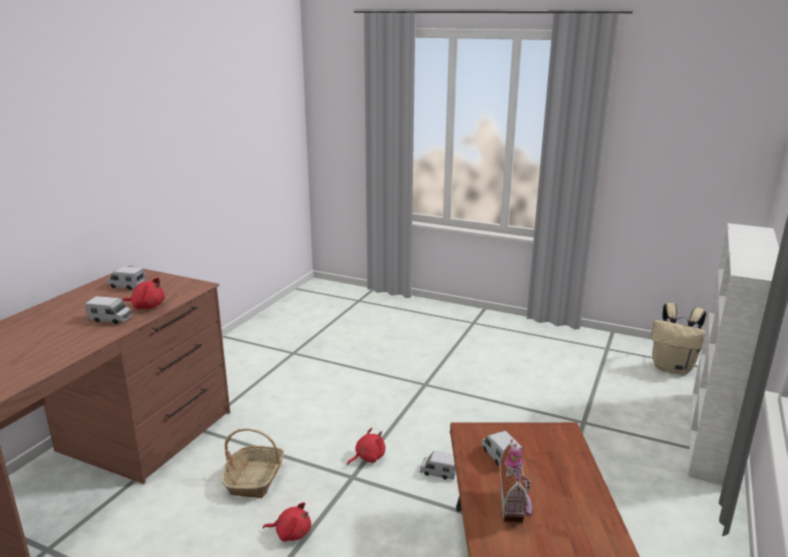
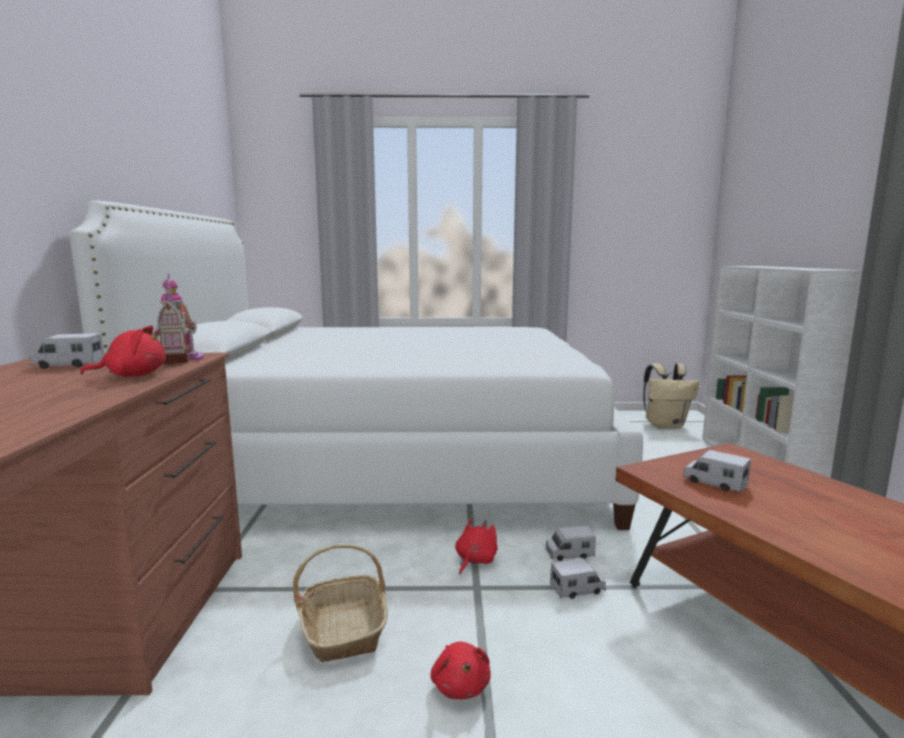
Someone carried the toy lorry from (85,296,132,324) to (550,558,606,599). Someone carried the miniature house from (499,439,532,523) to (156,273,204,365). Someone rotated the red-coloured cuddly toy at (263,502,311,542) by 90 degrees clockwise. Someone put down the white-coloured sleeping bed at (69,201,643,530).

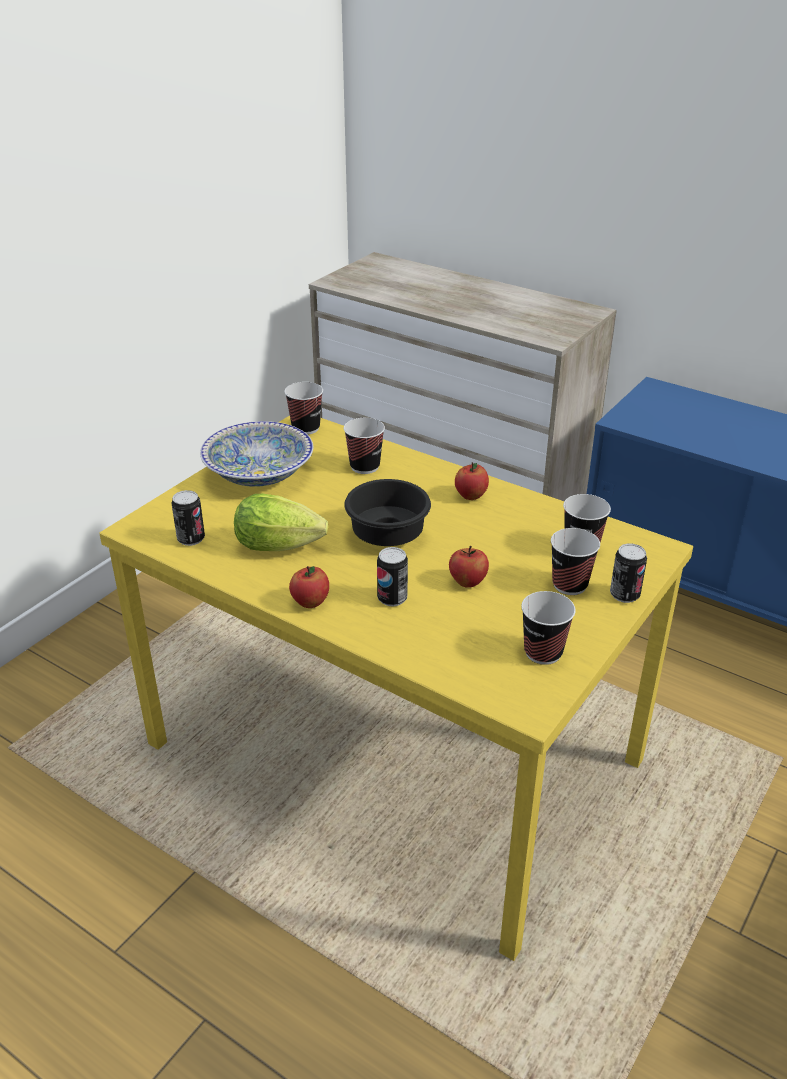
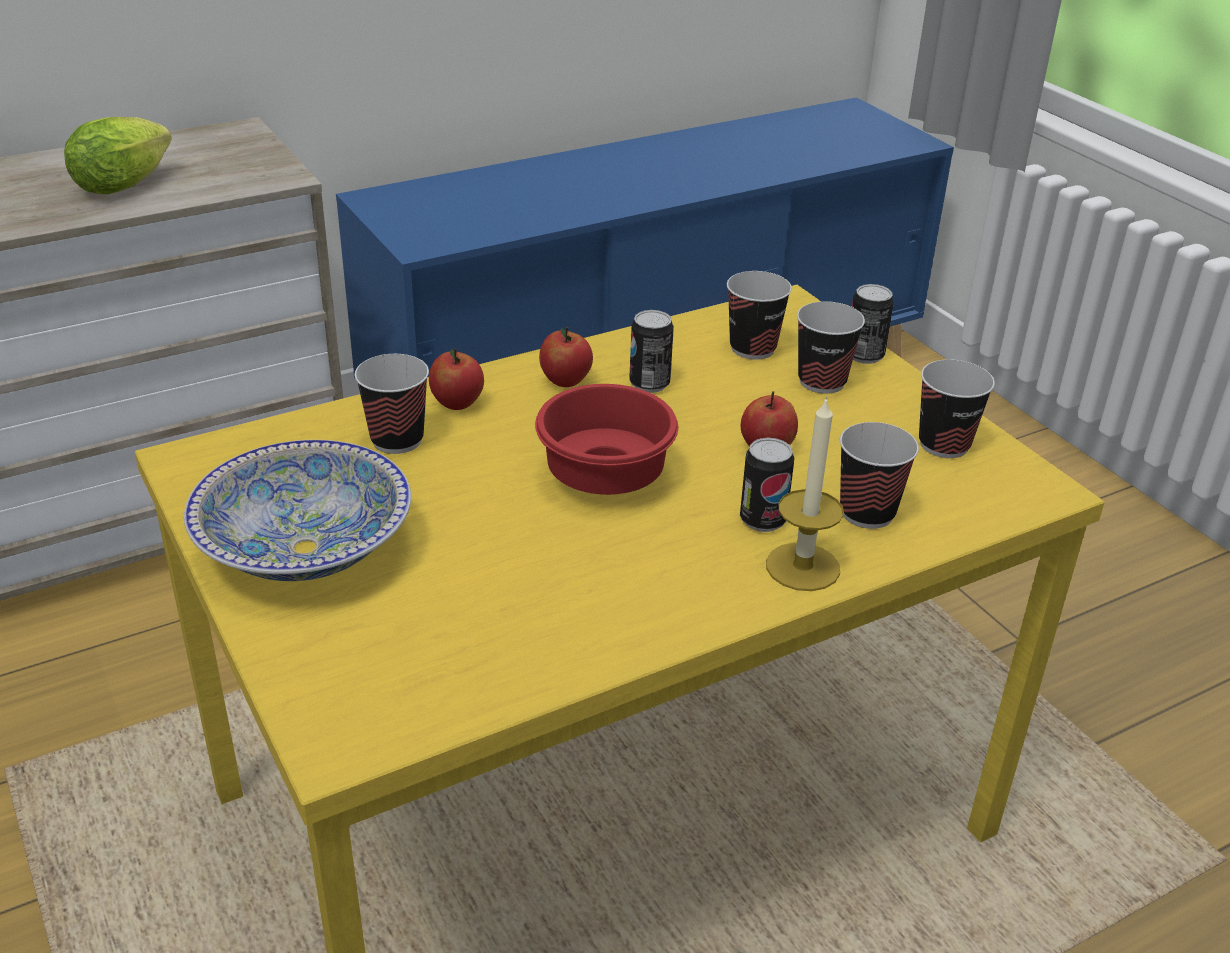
Someone carried the small cup from (284,382,323,435) to (840,422,919,529). Someone repainted the black-coloured serving bowl at (344,479,431,546), which became the red-coloured serving bowl at (535,384,678,495). Someone carried the metal can from (171,490,205,546) to (629,310,674,393). Someone carried the lettuce head from (234,494,329,551) to (64,117,172,194). Someone carried the apple fruit from (289,566,329,608) to (429,348,484,410). Someone put down the wax candle at (766,396,844,591).

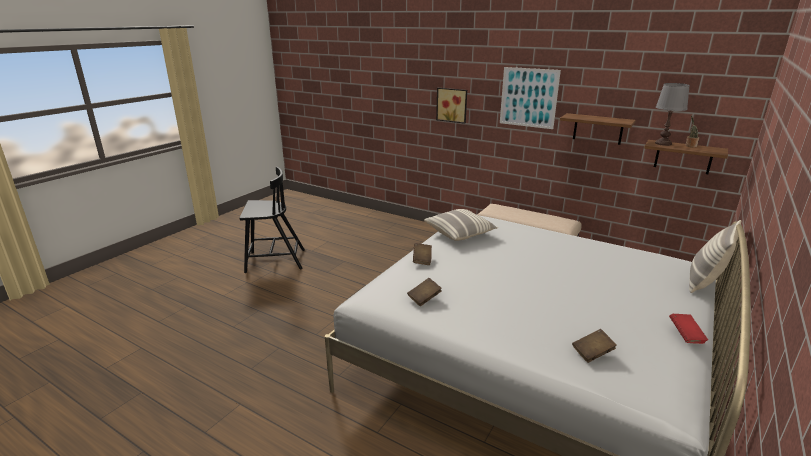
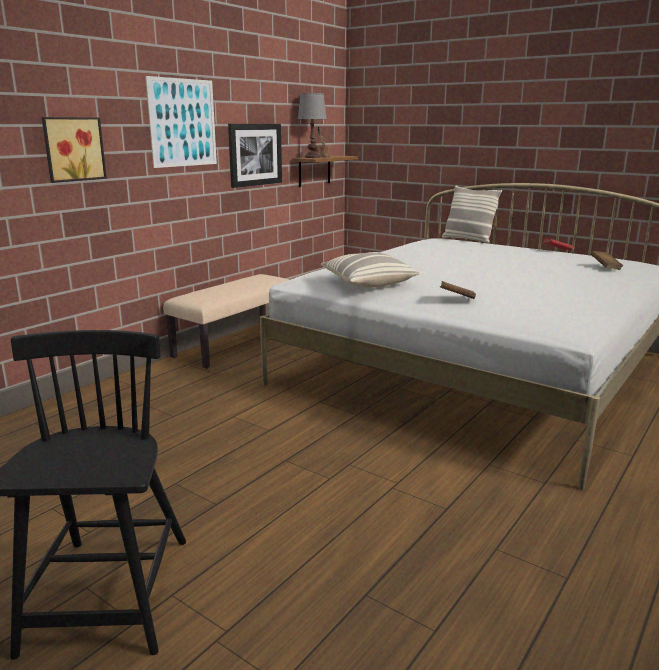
Someone swapped the wall shelf at (560,113,636,145) for the picture at (228,124,282,188). Someone took away the brown-coloured book at (407,278,441,306).

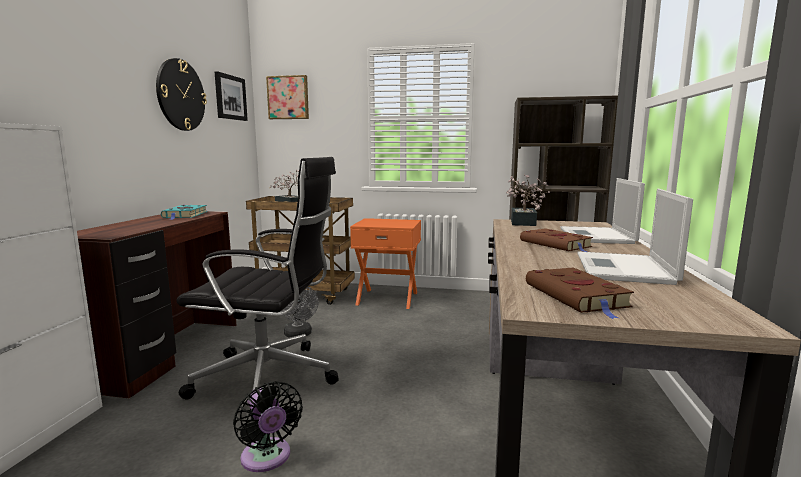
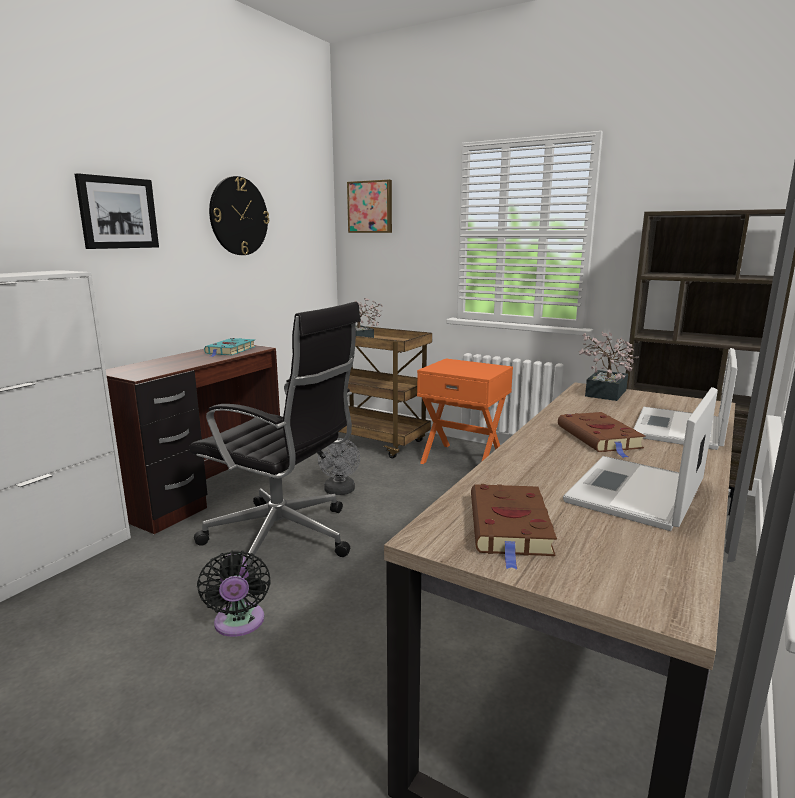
Someone carried the picture from (215,71,248,121) to (75,173,159,249).

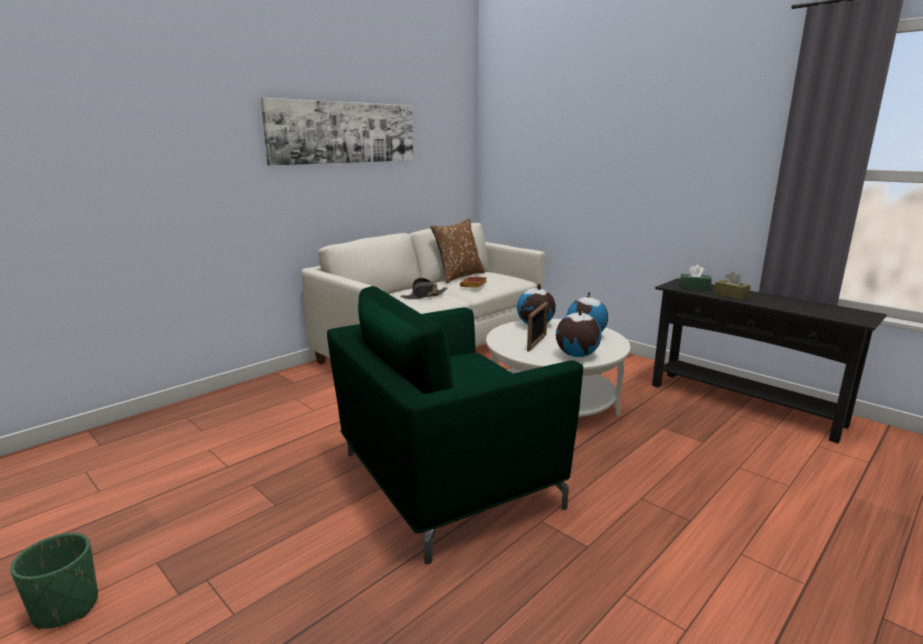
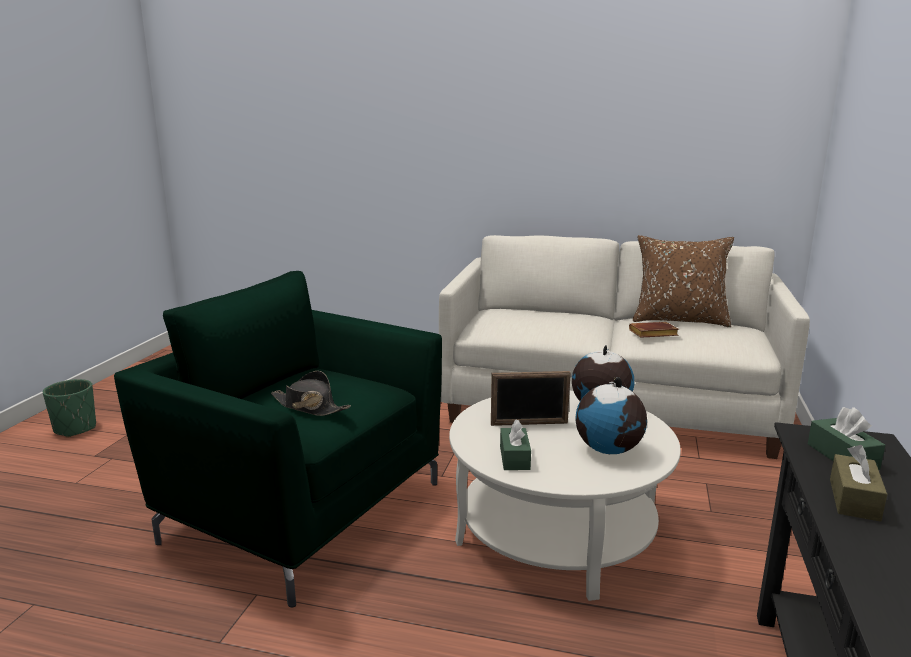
Someone took away the picture at (261,98,413,166). Someone carried the black-coloured hat from (400,278,447,299) to (271,371,351,416). Someone swapped the globe at (556,308,602,357) for the greenish tissue holder at (500,419,531,470).

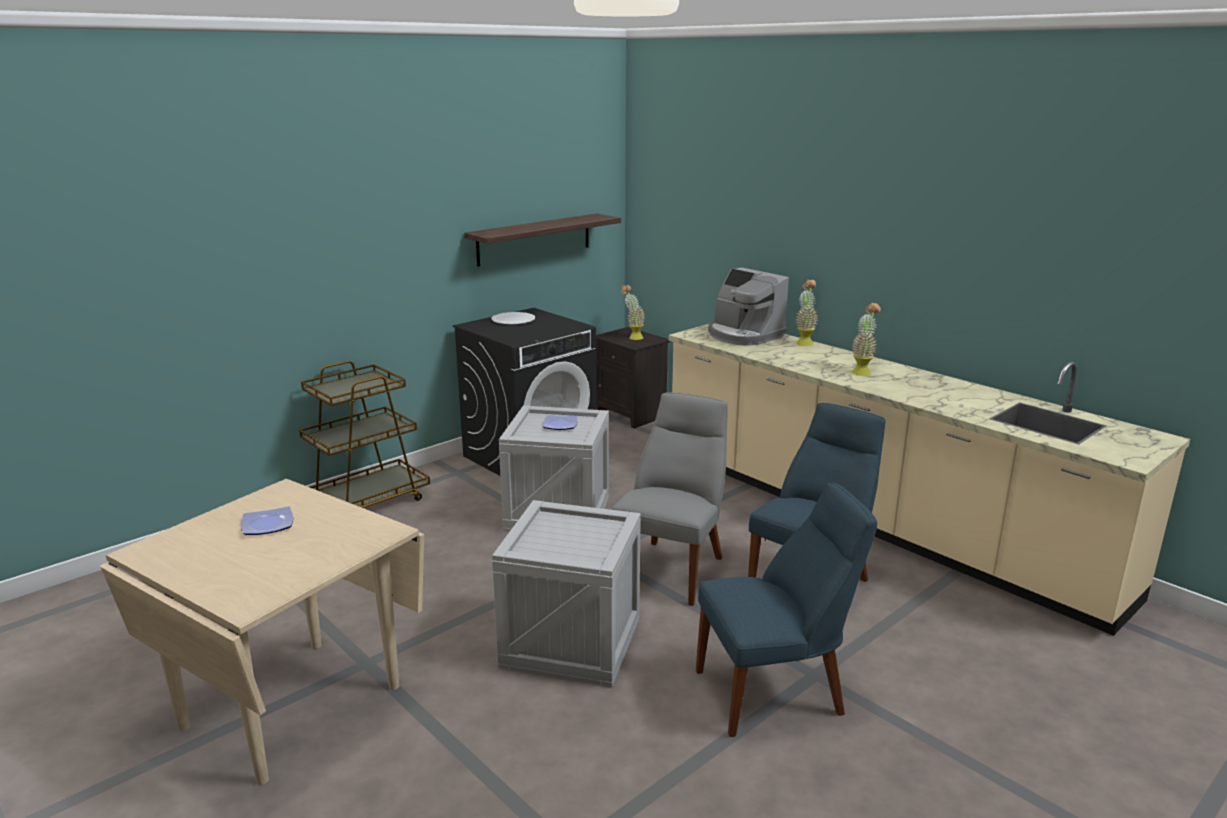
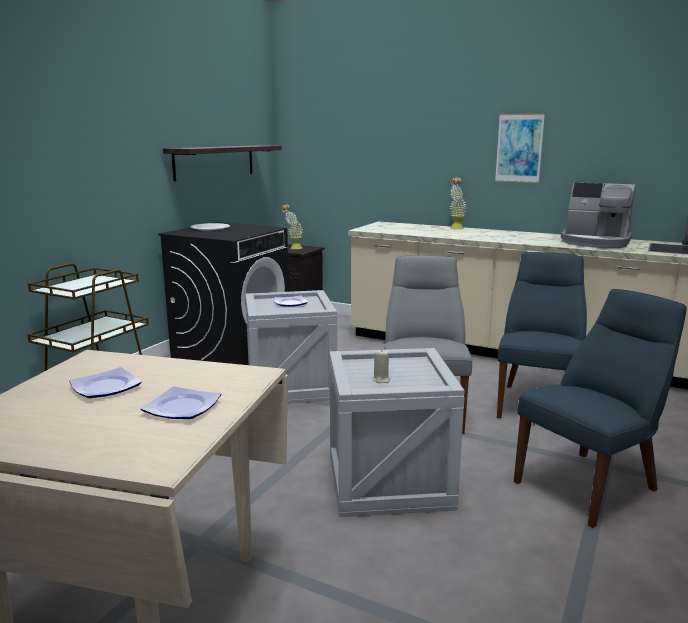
Someone carried the coffee brewer from (708,267,789,346) to (561,183,635,248). Someone took away the potted plant at (852,303,881,376). Someone put up the picture at (495,113,545,183). Someone put down the beige wax candle at (372,350,391,383). Someone put down the flat dish at (140,386,221,419).

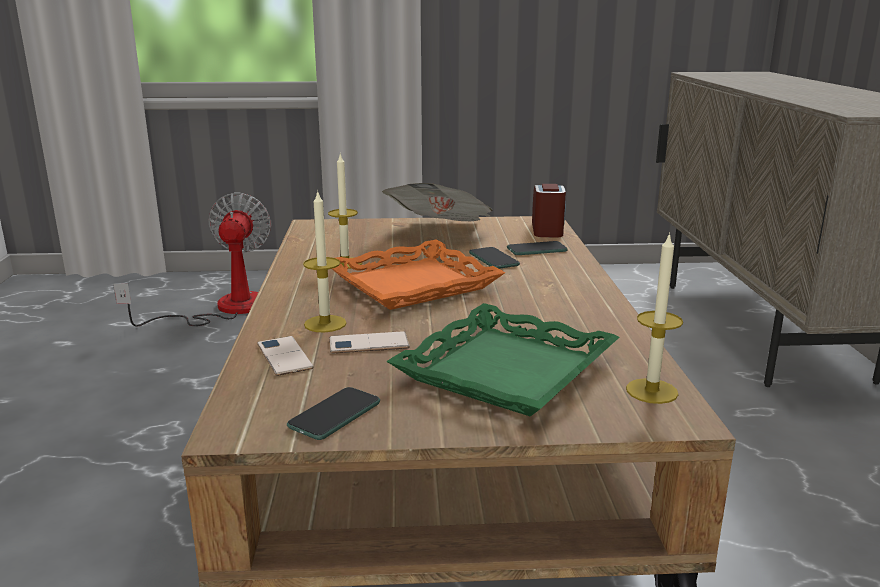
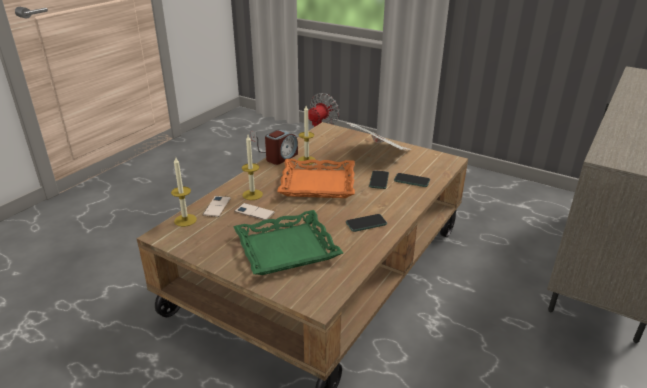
Someone carried the alarm clock from (532,184,566,238) to (265,130,298,165). Someone carried the wax candle from (626,232,683,404) to (171,156,197,227). Someone carried the phone from (287,387,380,440) to (346,214,387,232).

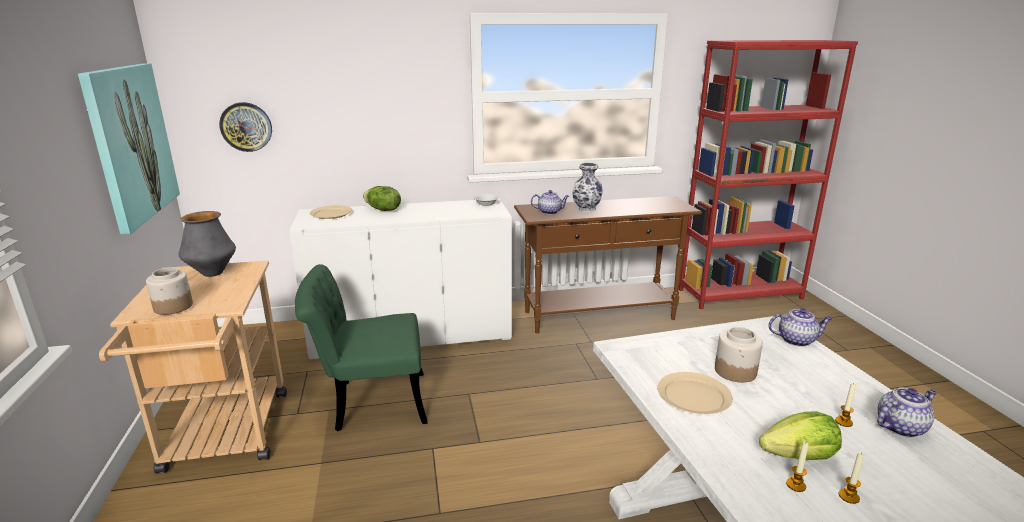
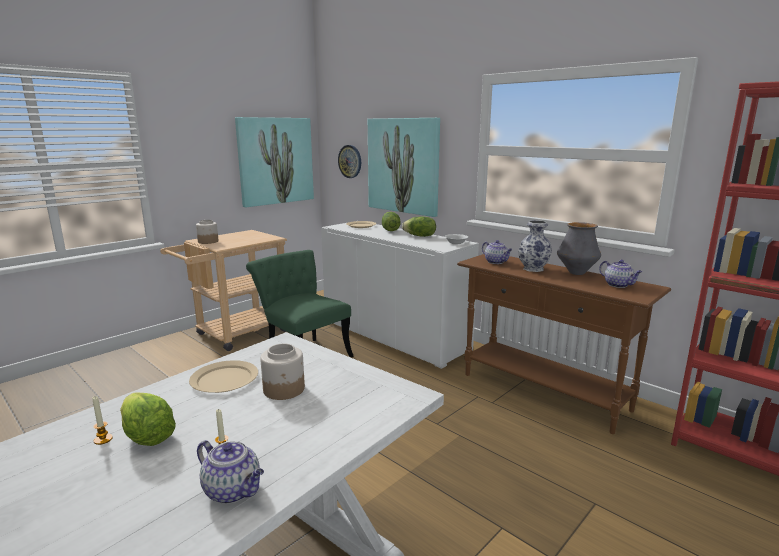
Someone carried the flower vase from (178,211,236,277) to (557,222,601,275). Someone carried the tea pot from (768,308,833,347) to (599,260,642,288). Someone took away the wax candle at (839,452,864,504). Someone put up the picture at (368,118,440,217). Someone put down the lettuce head at (402,217,436,237).

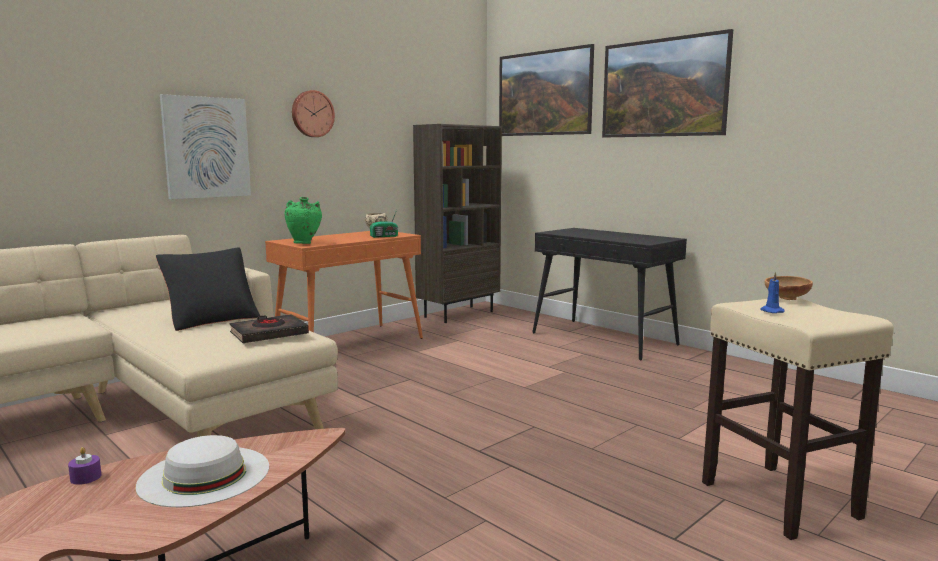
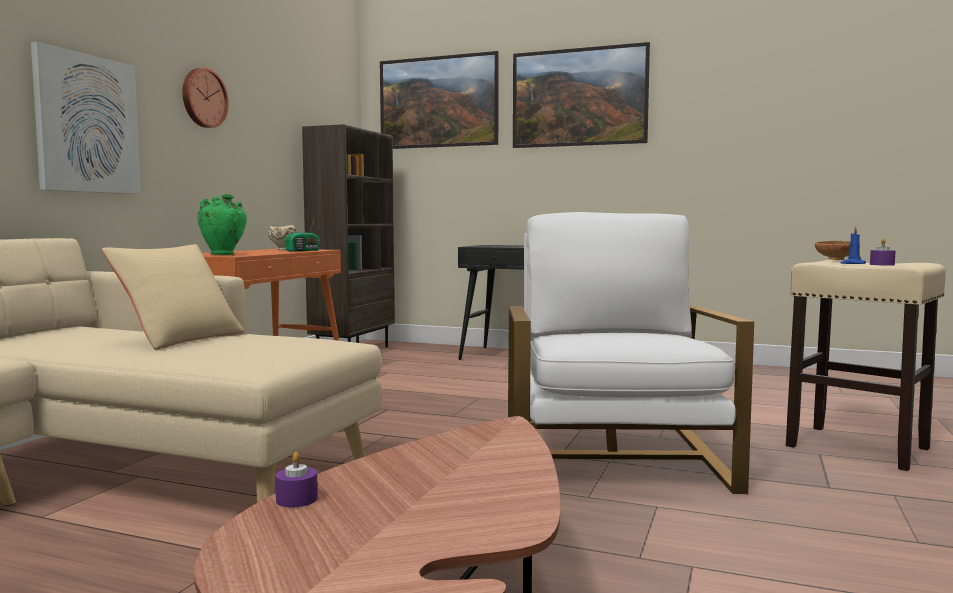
Someone repainted the black-coloured pillow at (156,247,260,331), which became the beige pillow at (102,244,245,349). Someone took away the black-coloured book at (229,314,309,343). Someone took away the white-coloured hat at (136,435,269,507). Someone put down the white-coloured armchair at (508,212,754,494). Someone put down the purplish wax candle at (870,239,896,266).

